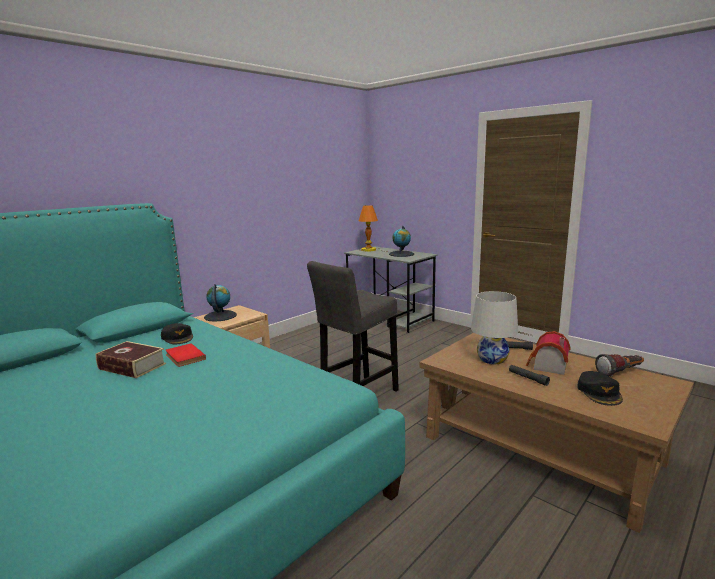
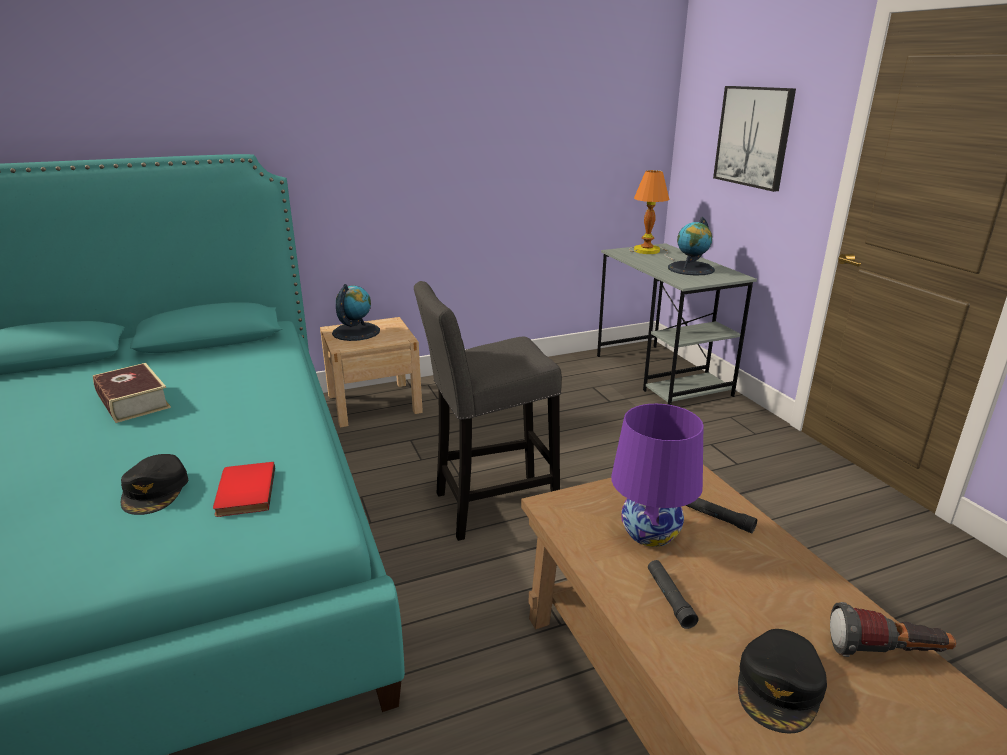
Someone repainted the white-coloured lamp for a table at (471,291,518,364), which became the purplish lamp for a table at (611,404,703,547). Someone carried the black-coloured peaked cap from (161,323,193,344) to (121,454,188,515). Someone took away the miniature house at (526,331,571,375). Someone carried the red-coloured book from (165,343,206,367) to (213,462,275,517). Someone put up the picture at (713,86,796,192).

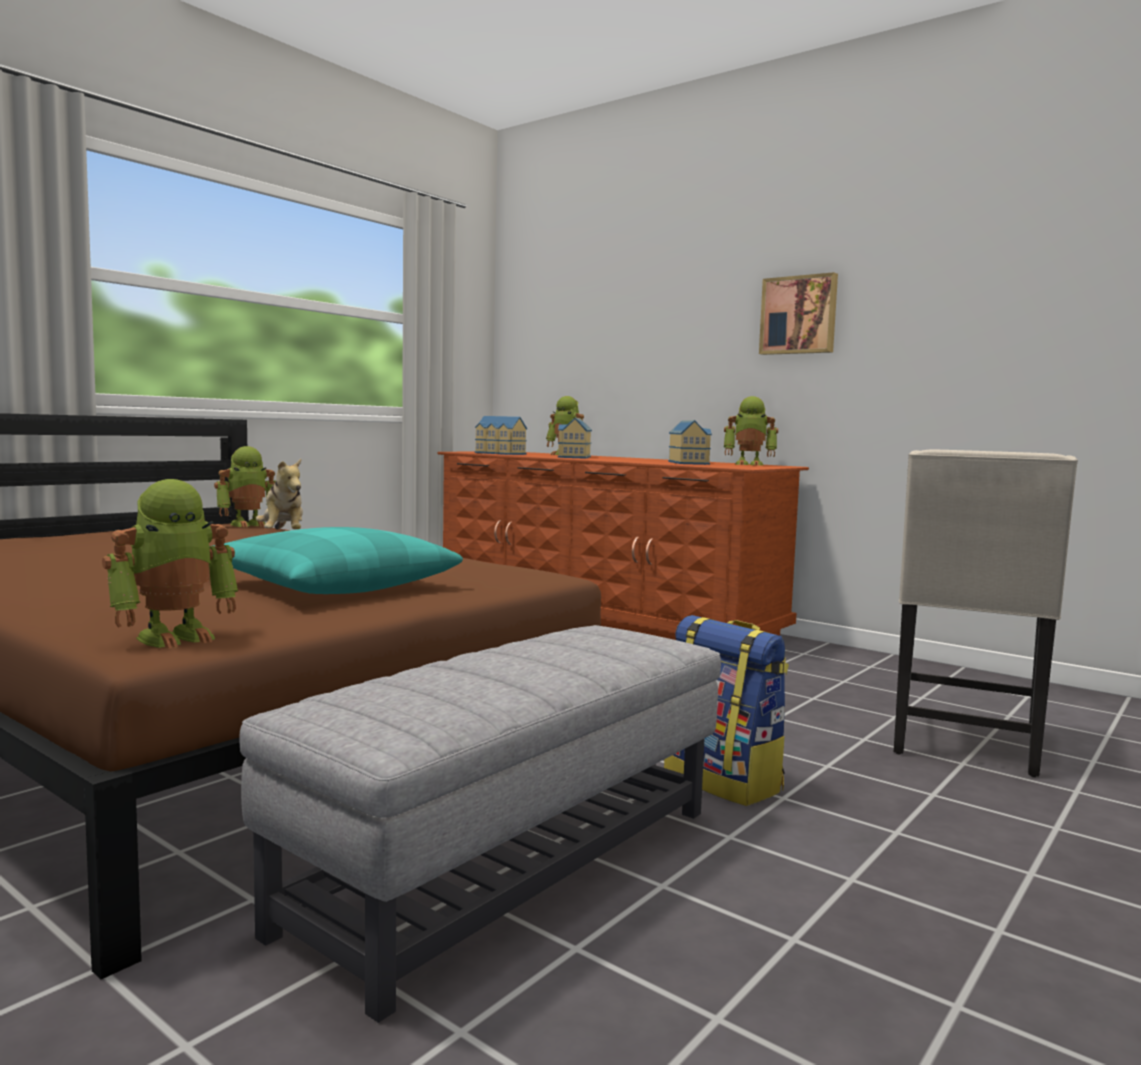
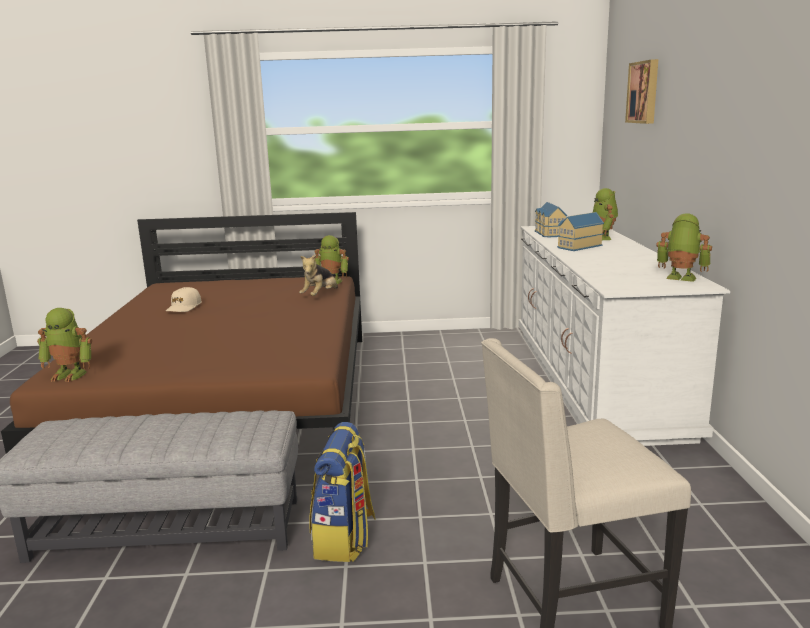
Someone carried the picture from (759,272,838,355) to (625,59,658,124). Someone rotated the toy robot at (724,396,778,466) by 150 degrees clockwise. Someone took away the miniature house at (668,420,712,465). Someone repainted the brown-coloured dresser at (437,452,809,640), which became the white-coloured dresser at (519,226,730,446). Someone took away the blue-green pillow at (209,527,463,594). Someone put down the beige peaked cap at (166,287,202,312).

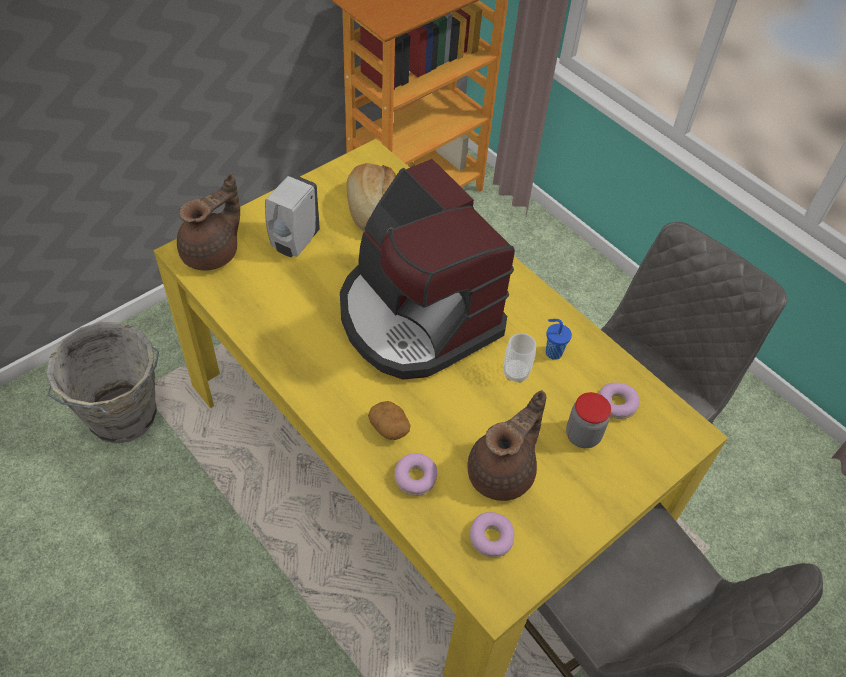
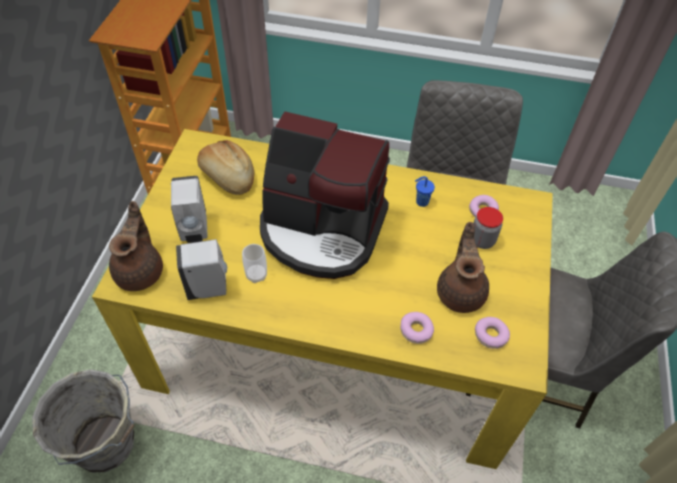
Someone carried the small cup from (503,333,536,383) to (242,244,267,283). Someone took away the potato at (368,401,410,440). Someone put down the white-coloured liquid soap bottle at (176,239,227,300).

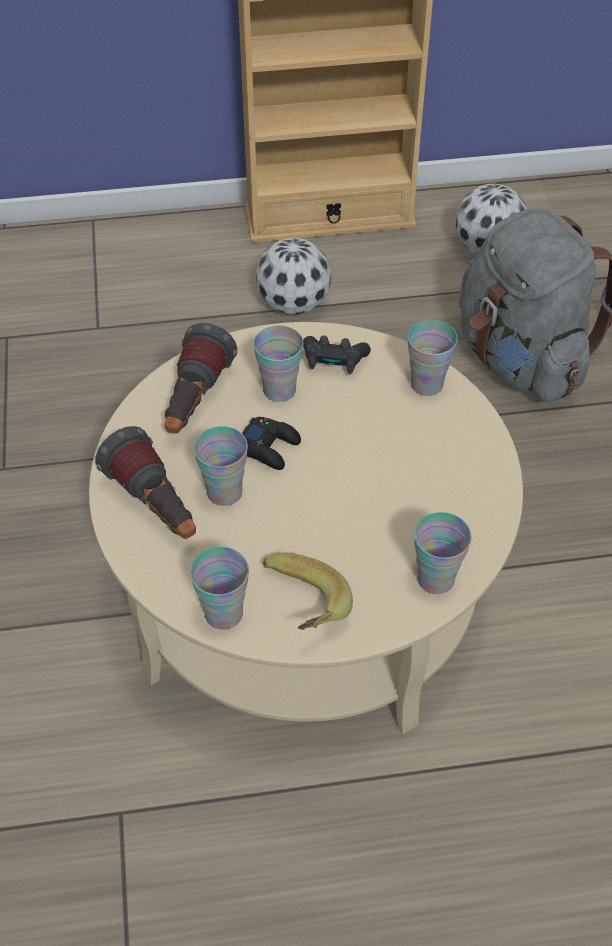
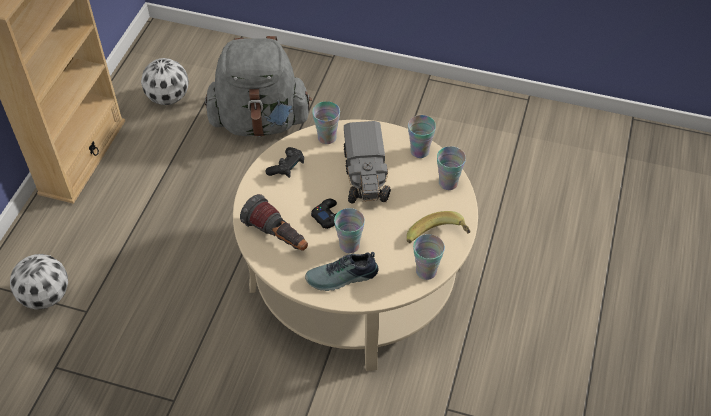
Someone carried the football from (256,238,332,315) to (10,254,68,310). Someone carried the small cup from (253,325,303,402) to (408,115,436,158). Someone swapped the flashlight at (96,426,196,539) for the shoe at (305,252,379,291). Someone put down the toy lorry at (344,121,391,204).

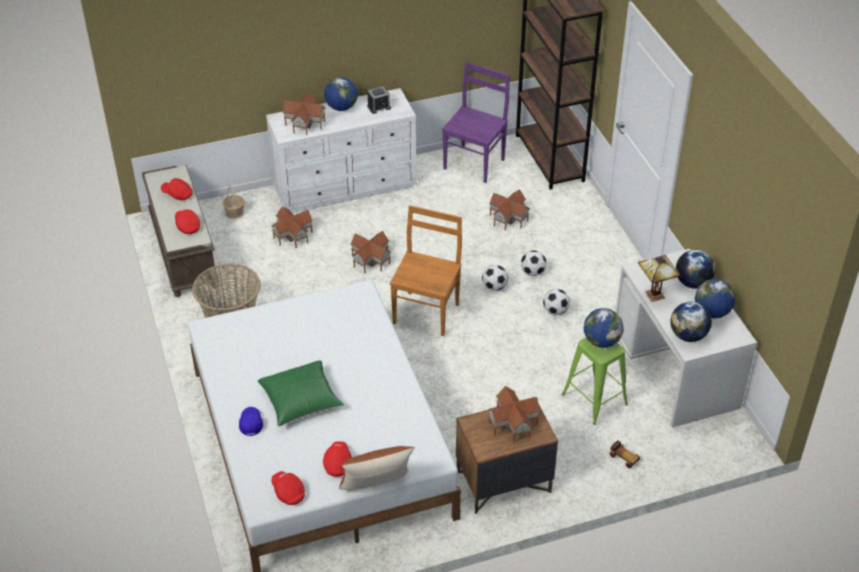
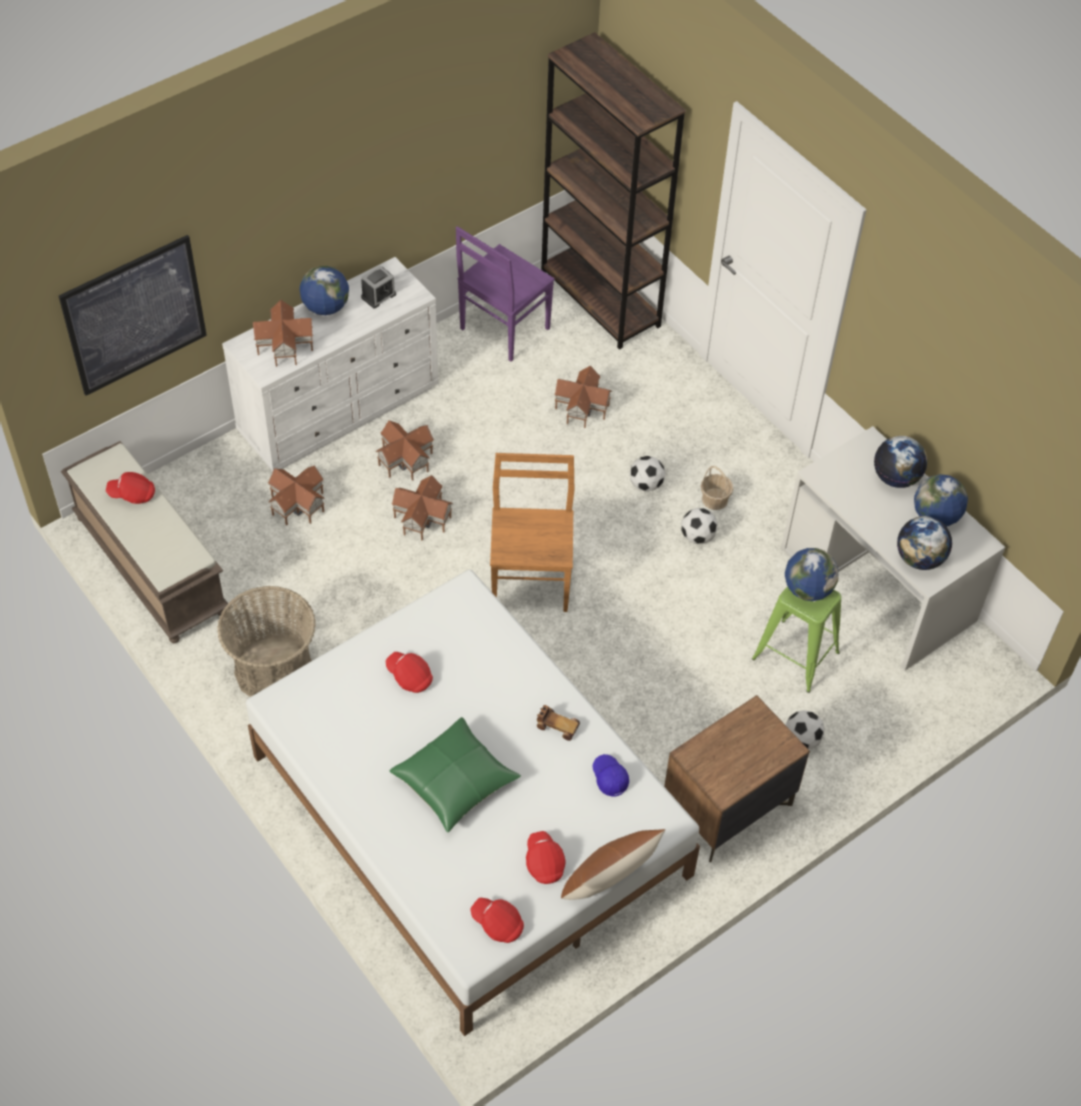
Someone rotated the purplish plain chair at (442,62,510,183) by 150 degrees counterclockwise. Someone carried the household basket from (222,186,245,219) to (701,466,733,510). Someone carried the red-coloured peaked cap from (175,209,200,234) to (386,652,433,693). Someone took away the lamp for a table at (638,255,681,302). Someone carried the football from (482,265,508,291) to (785,710,825,749). Someone carried the miniature house from (488,386,540,443) to (376,420,434,481). Someone carried the blue peaked cap from (239,407,263,436) to (592,754,629,797). Someone carried the model car from (610,440,640,468) to (537,705,580,741). Someone put up the picture at (59,235,207,396).

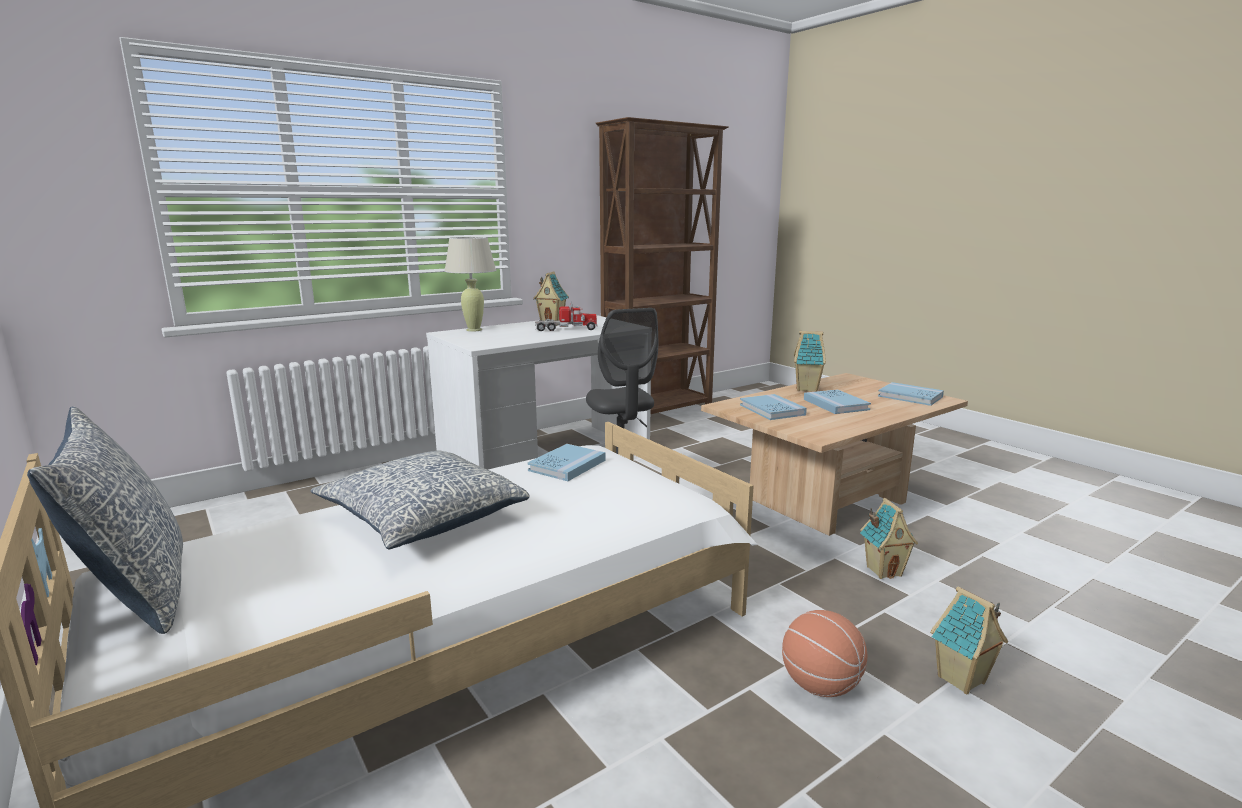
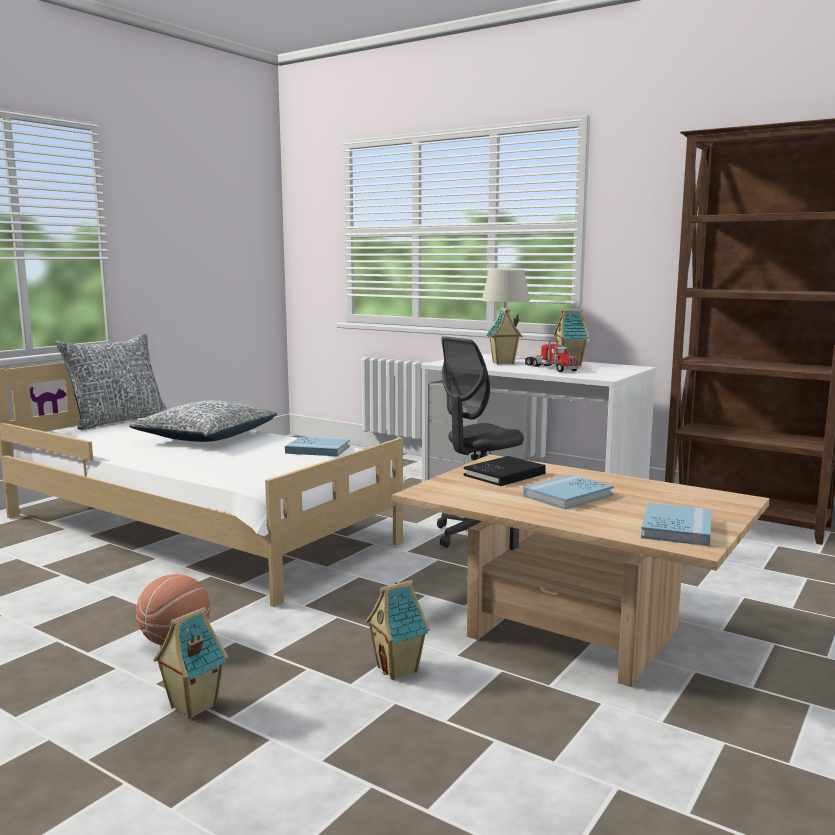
Someone carried the miniature house from (794,331,826,392) to (487,307,522,364). Someone repainted the blue book at (740,394,807,420), which became the black-coloured book at (464,456,546,486).

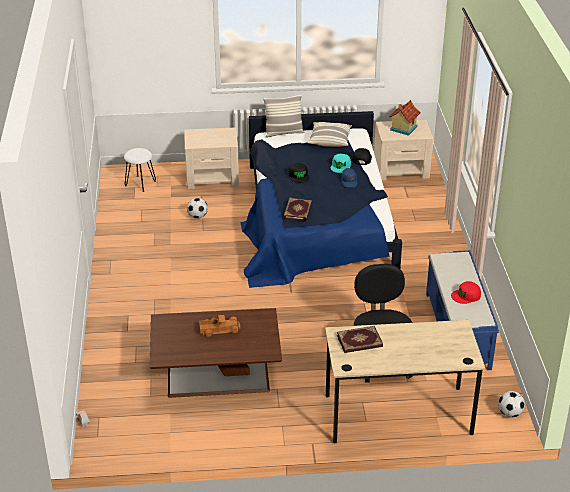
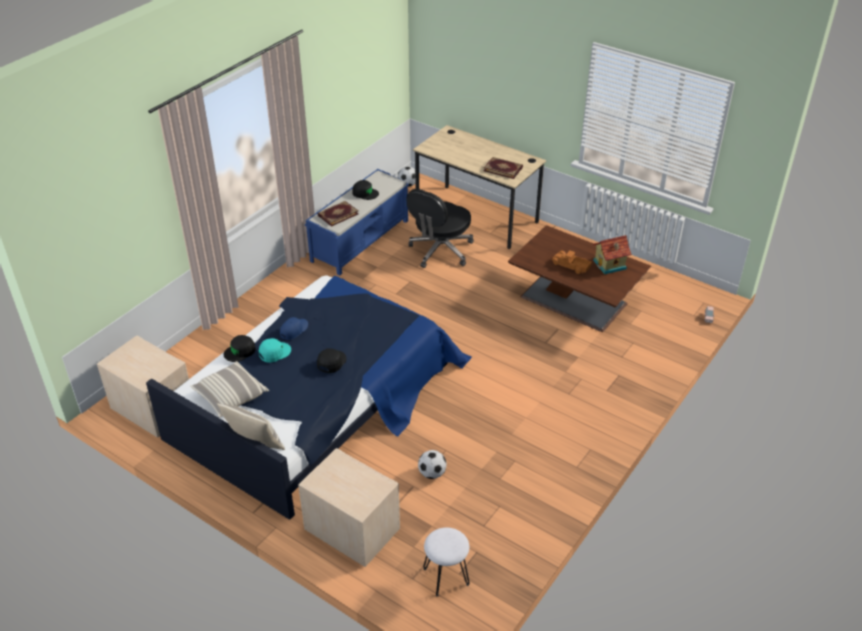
Someone carried the miniature house from (389,100,421,136) to (593,235,632,274). Someone carried the book from (284,198,312,221) to (318,201,359,227). Someone repainted the red-coloured peaked cap at (451,281,481,304), which became the black-coloured peaked cap at (353,180,379,200).

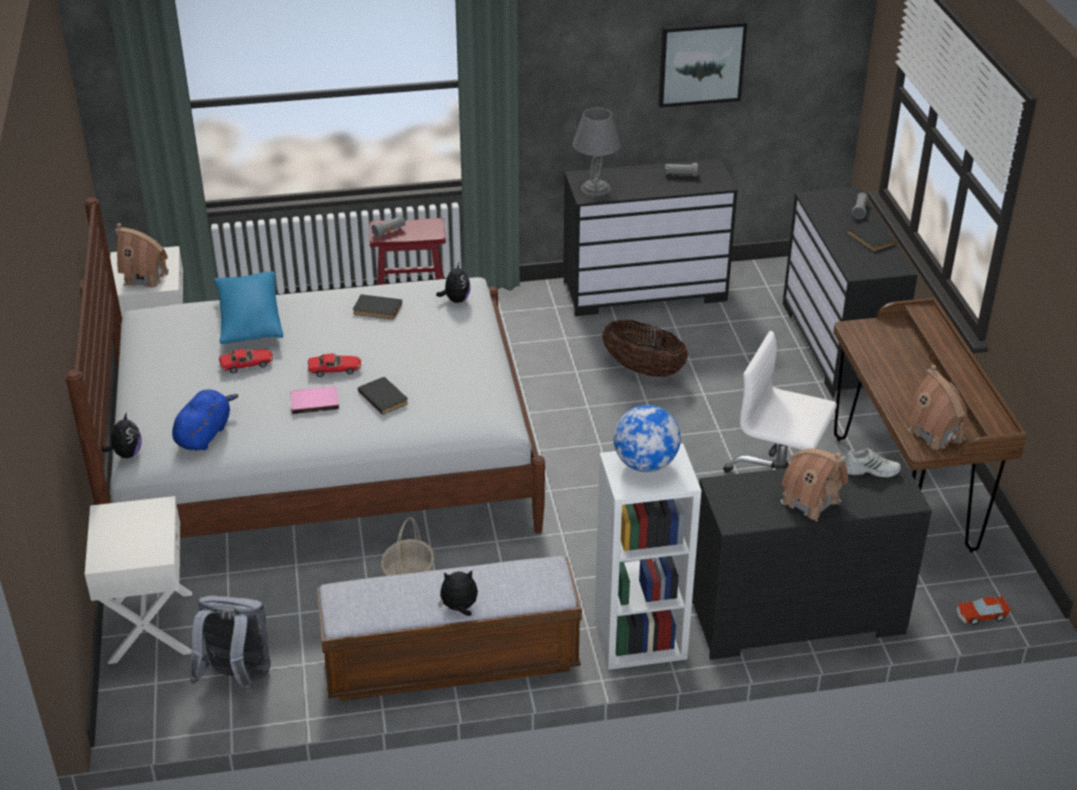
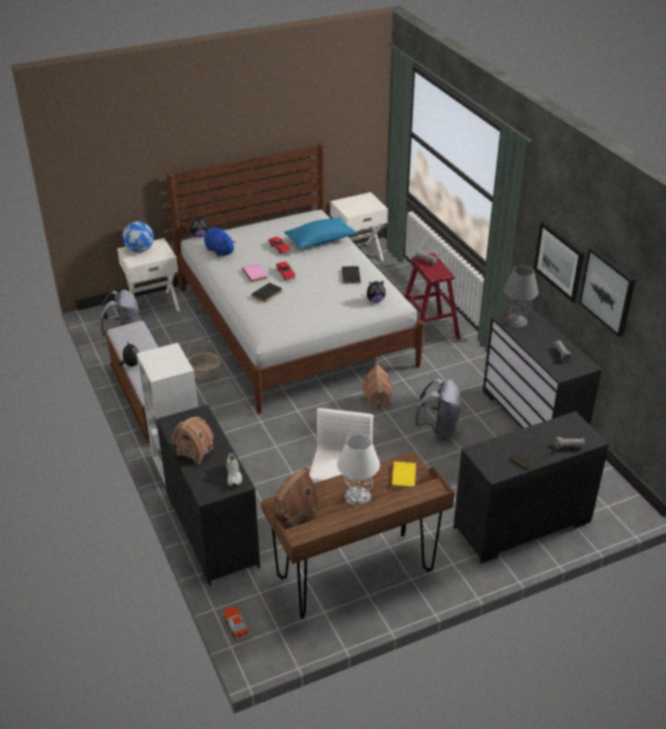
Someone carried the miniature house from (115,223,169,288) to (362,362,392,409). Someone swapped the household basket at (602,320,688,377) for the grey knapsack at (414,379,462,441). Someone rotated the blue cuddly toy at (172,389,239,451) by 135 degrees counterclockwise. Someone carried the globe from (613,405,681,472) to (122,221,154,252). Someone put up the picture at (534,221,585,302). Someone put down the white-coloured lamp for a table at (337,434,380,506). Someone put down the yellowish book at (391,461,416,489).

